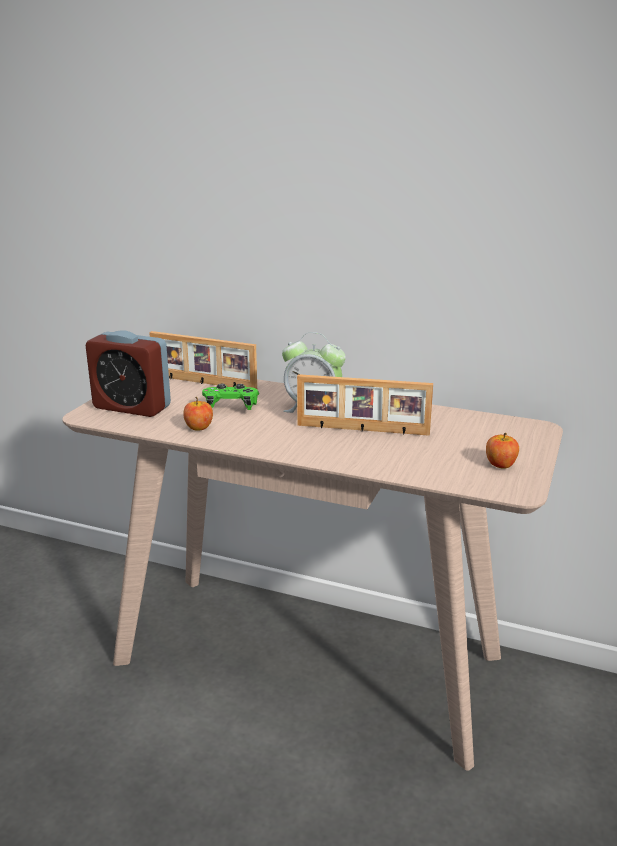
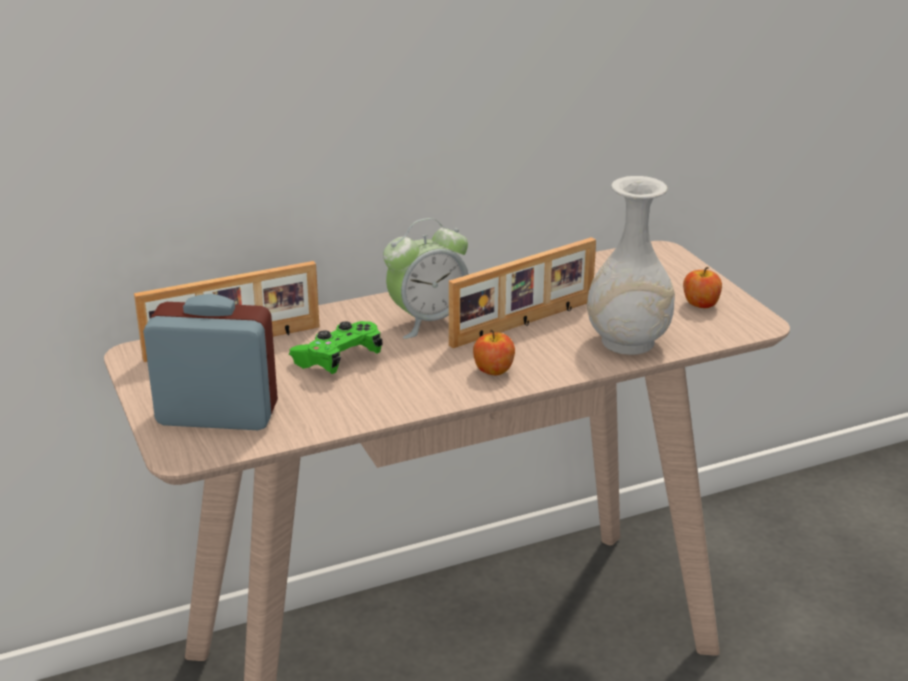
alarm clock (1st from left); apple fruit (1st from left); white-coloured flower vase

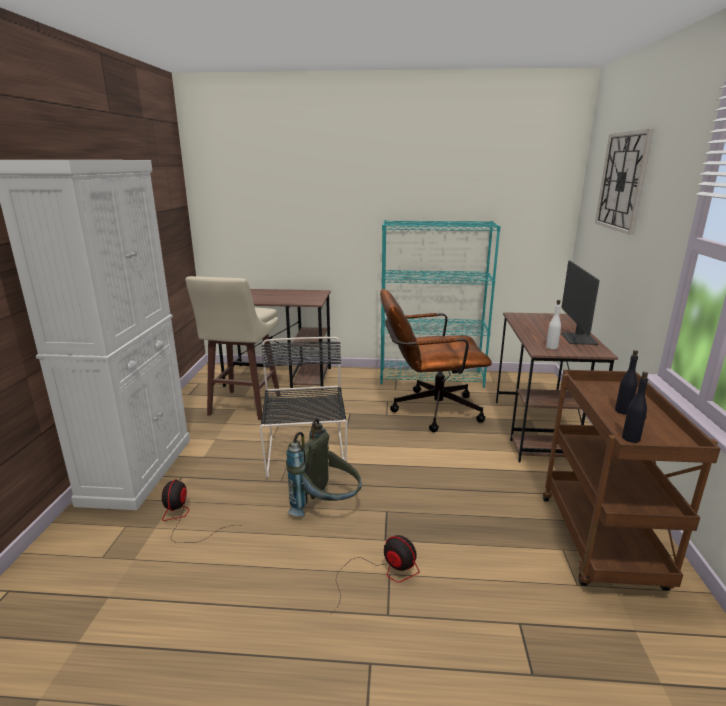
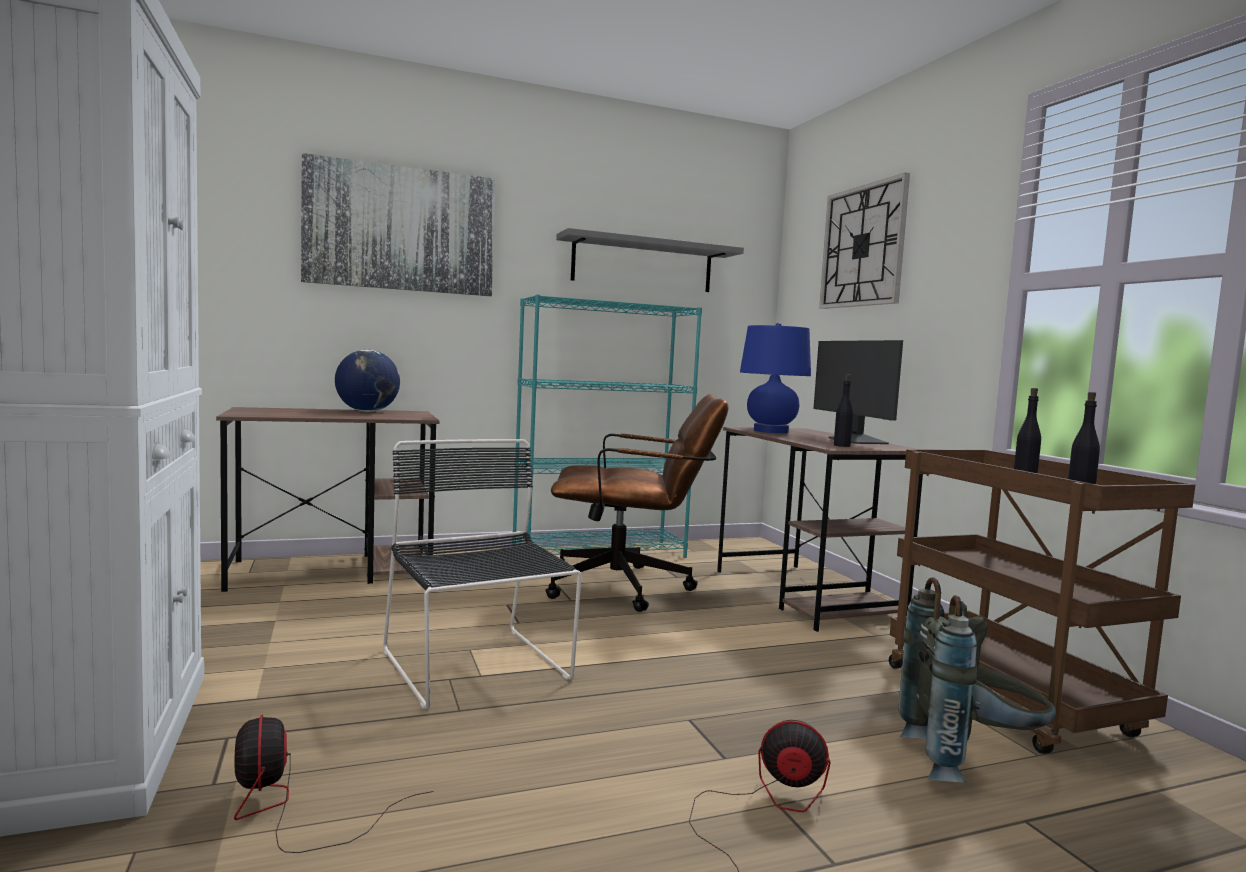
wall picture; globe; brown computer chair; gray wall shelf; blue table lamp; black beverage bottle (1st from left); gray knapsack; beige-coloured stool seat

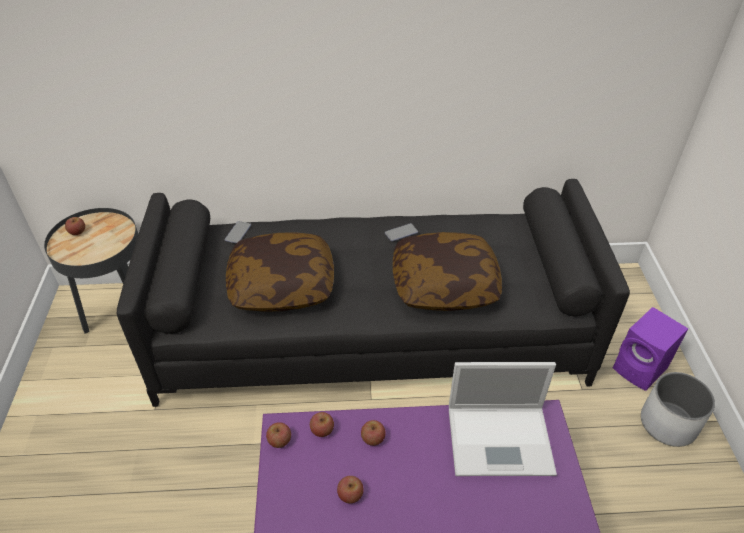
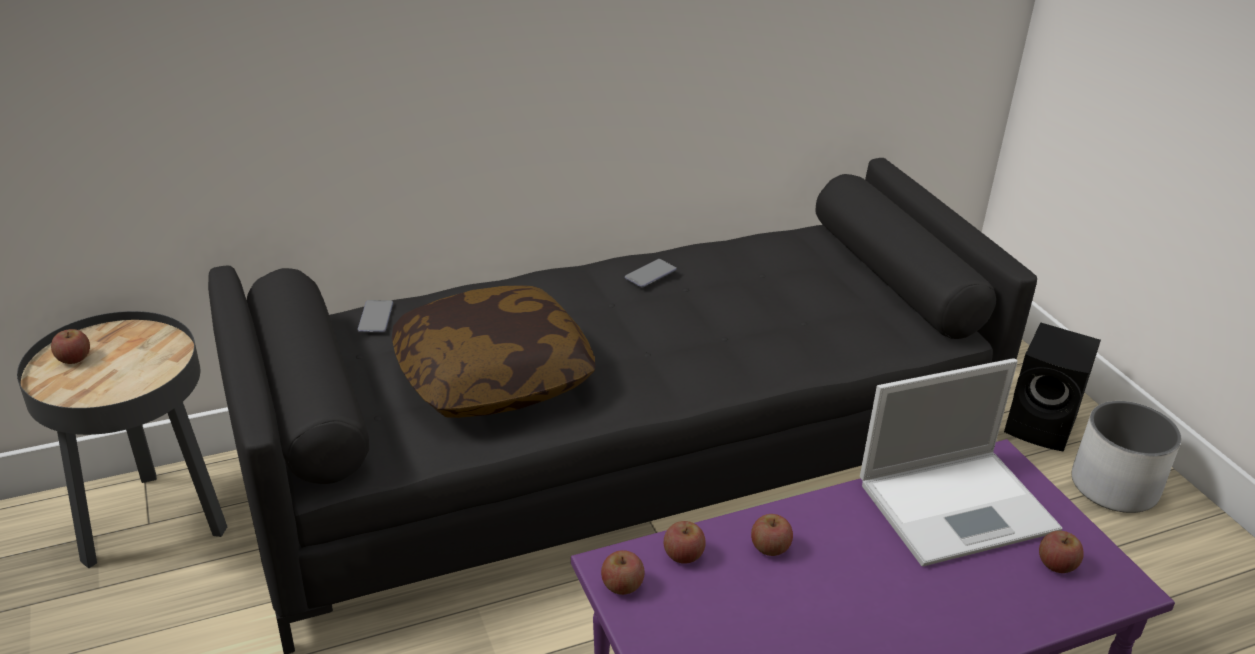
black loudspeaker; apple fruit (5th from left); pillow (2nd from left in the first image)

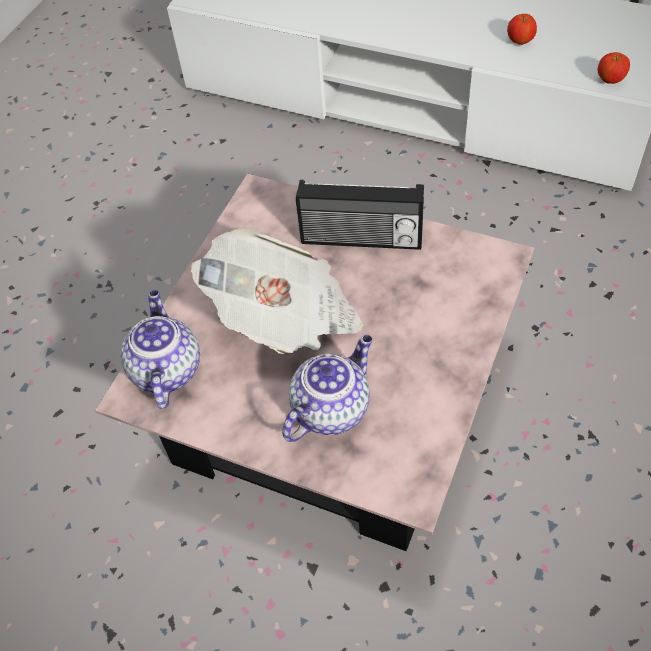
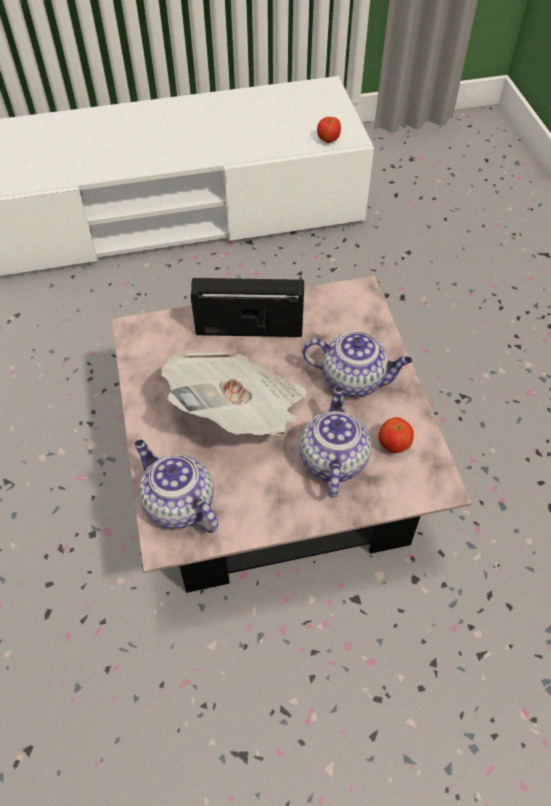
radio receiver; teapot (3rd from left); apple fruit (2nd from left)

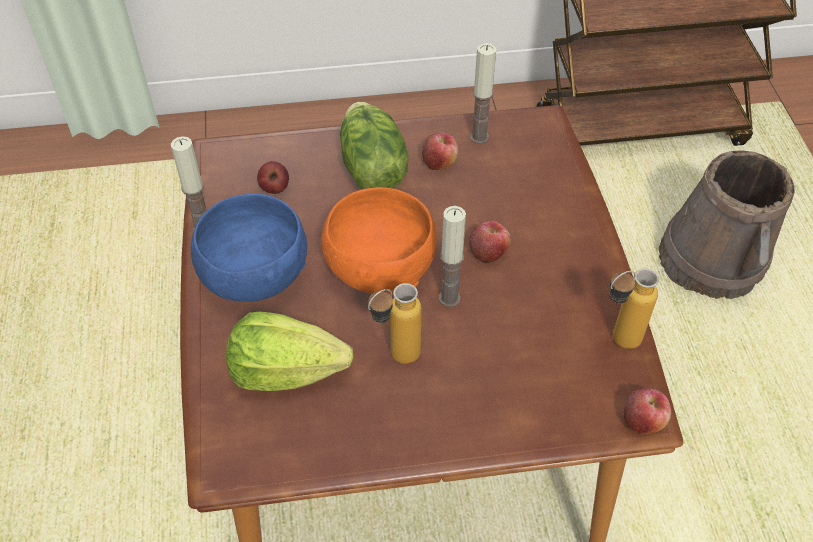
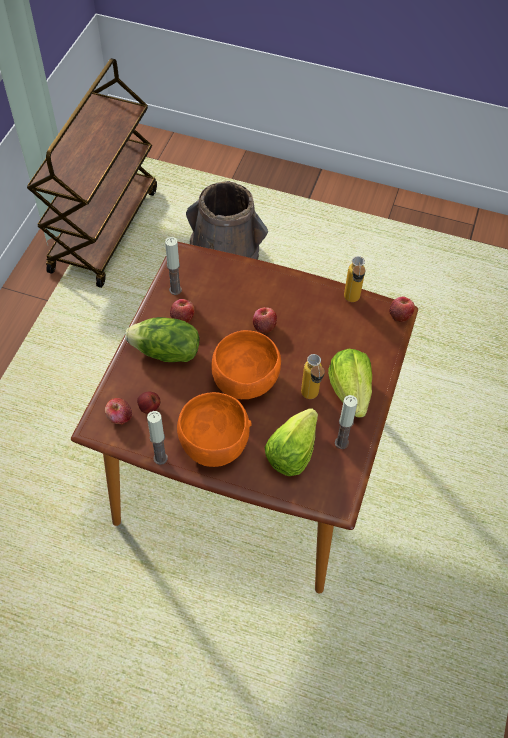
apple fruit (1st from left); orange bowl (1st from left); lettuce (3rd from left); candle (3rd from left)

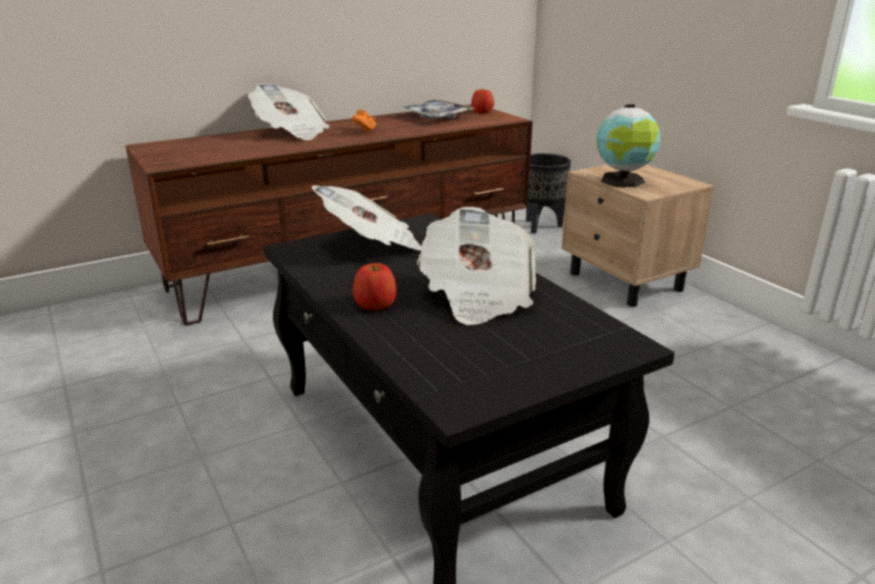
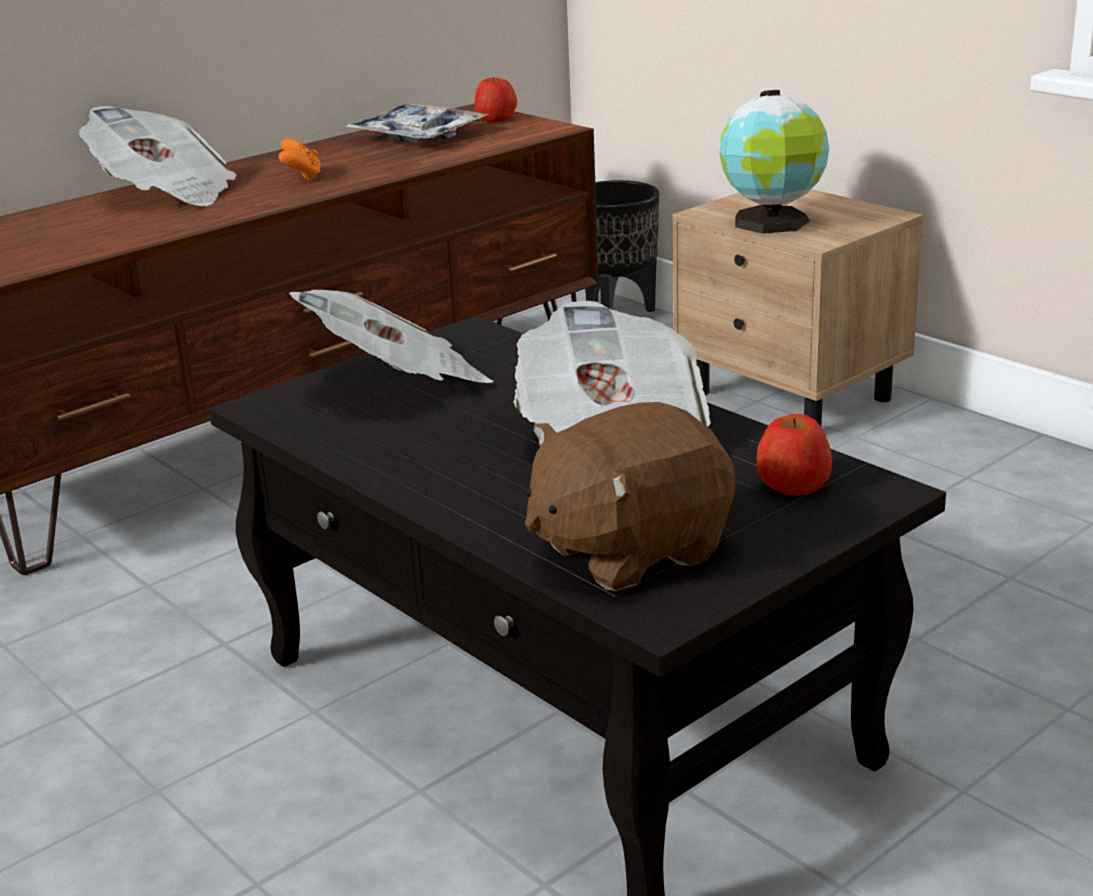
brown plush toy; apple fruit (2nd from left)

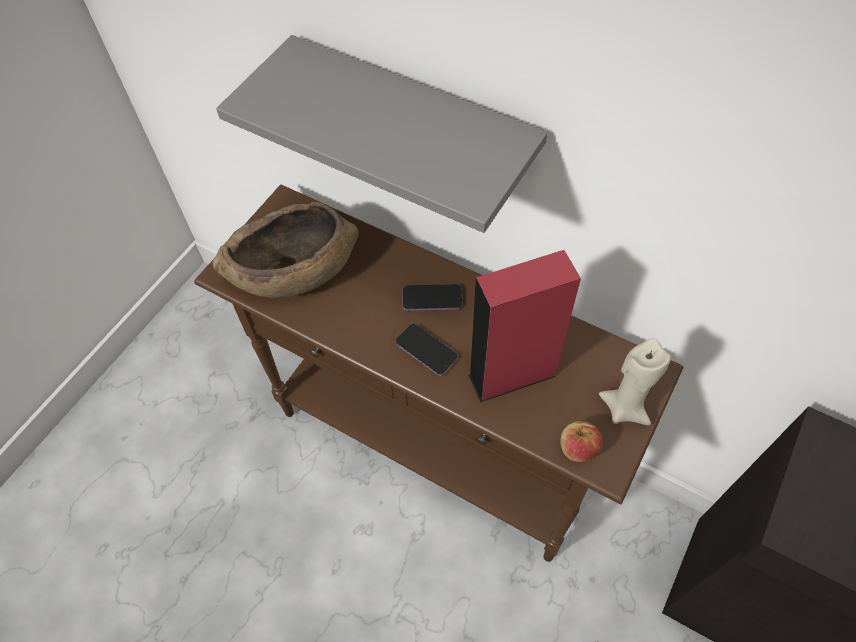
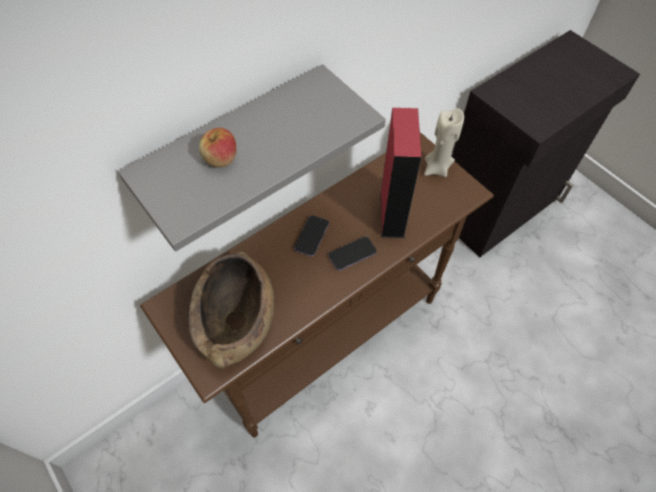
apple fruit

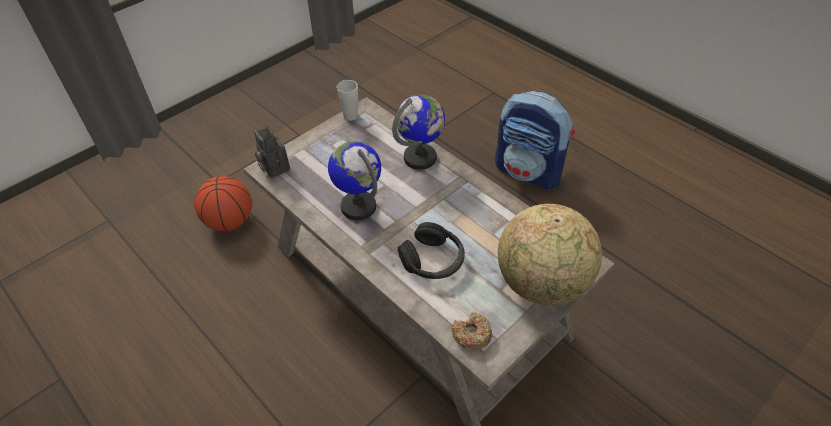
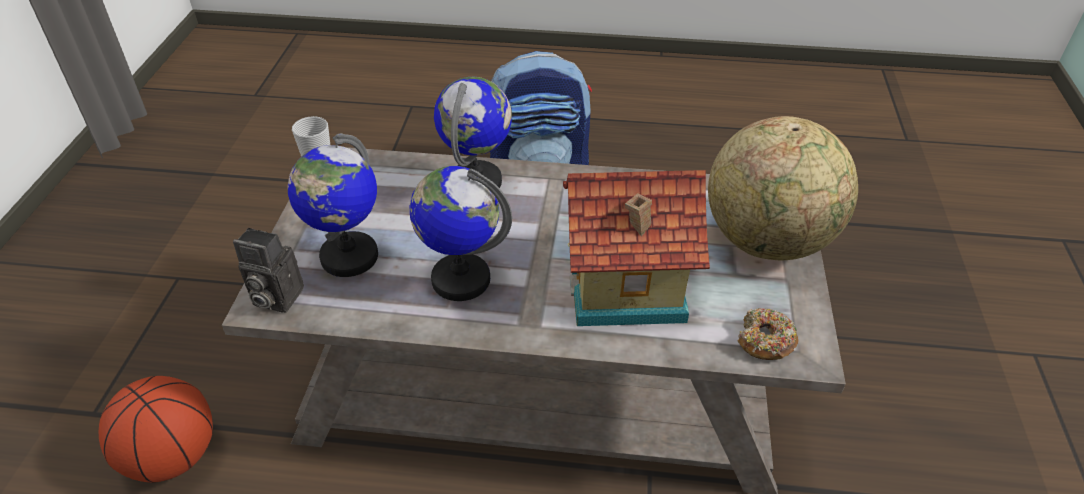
globe (1st from left); miniature house

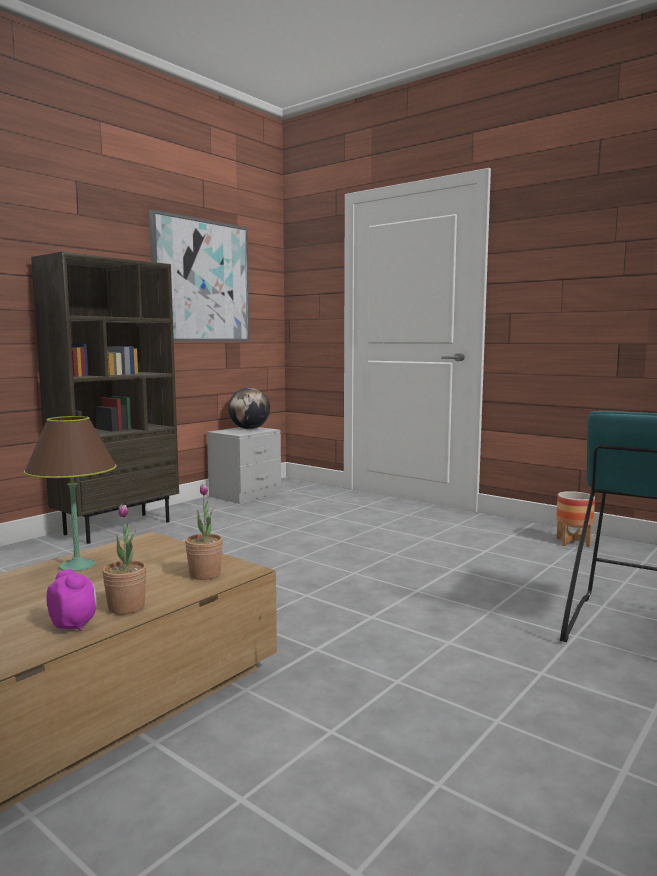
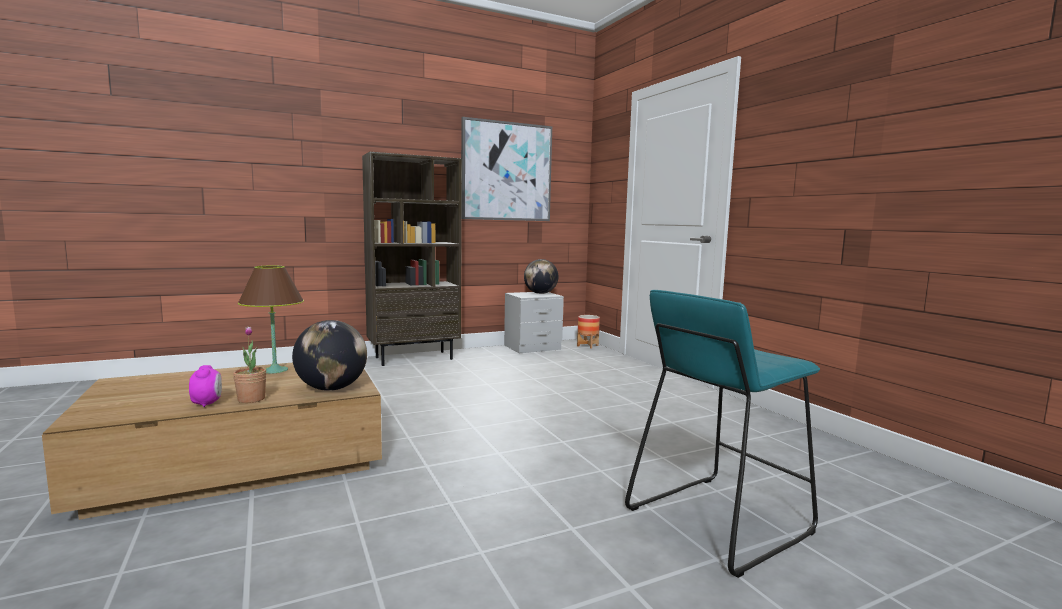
globe (1st from left); plant pot

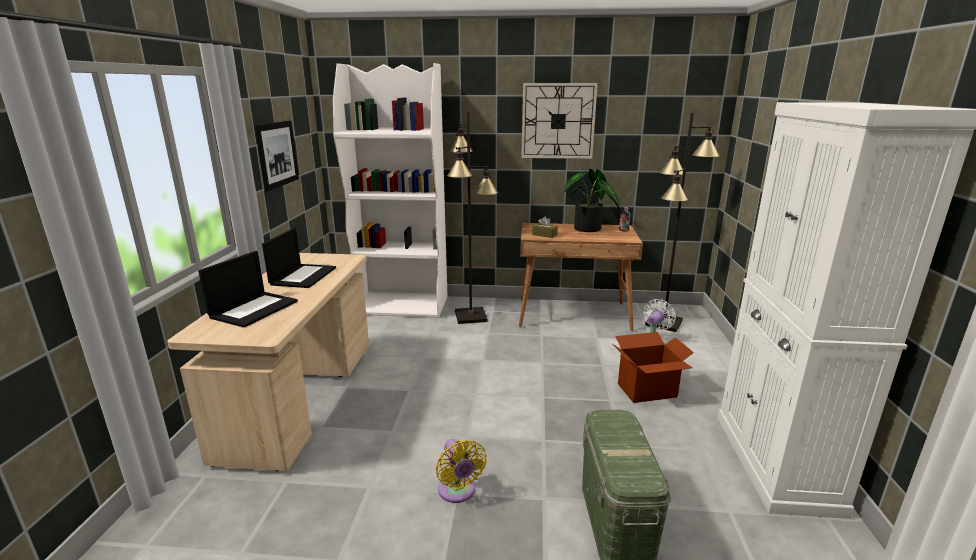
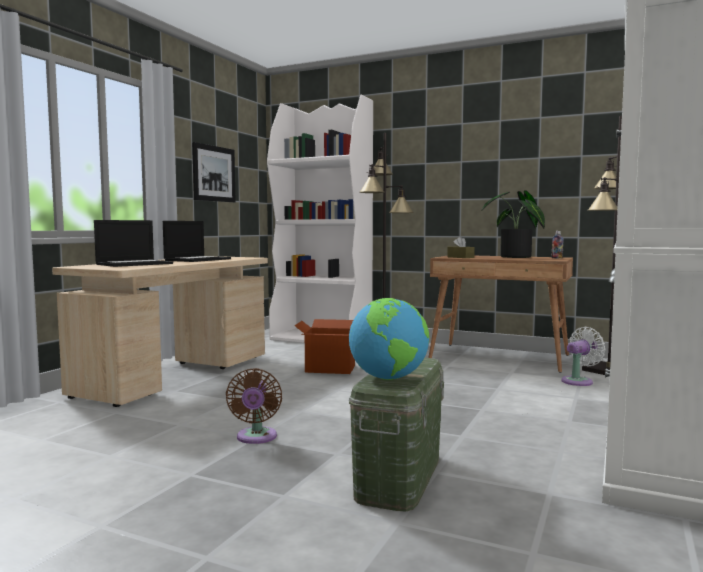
brown electric fan; cardboard box; globe; hanging clock

